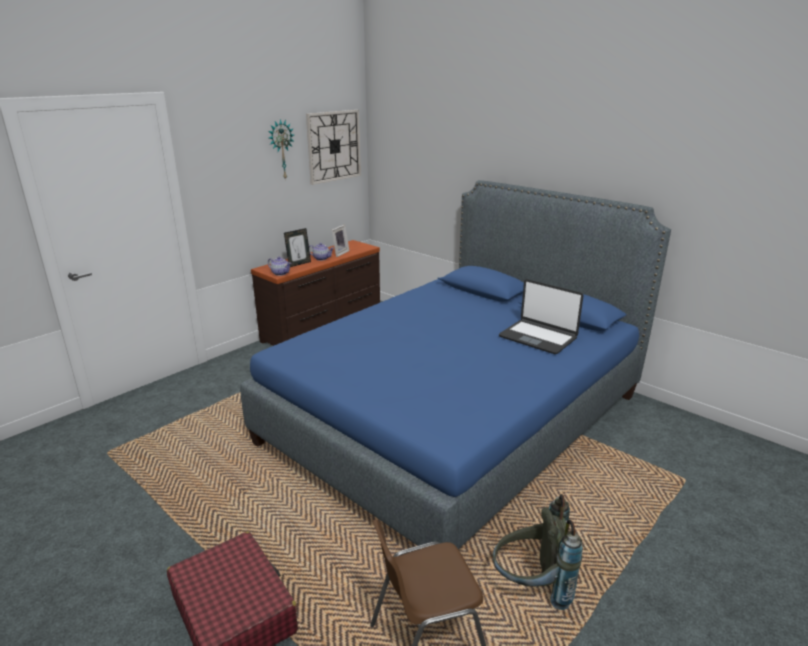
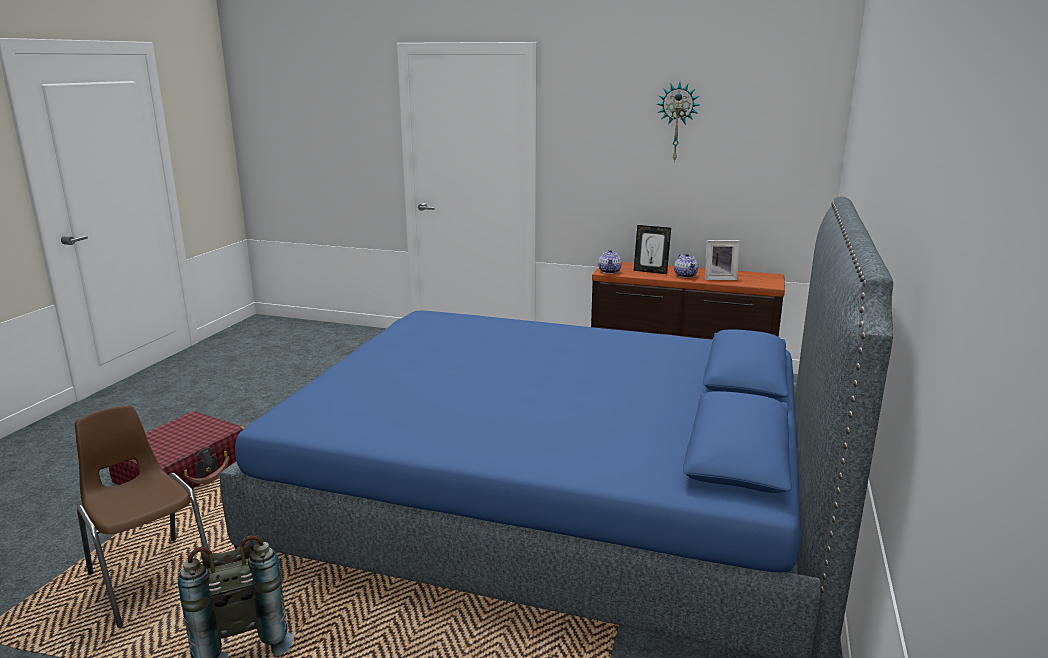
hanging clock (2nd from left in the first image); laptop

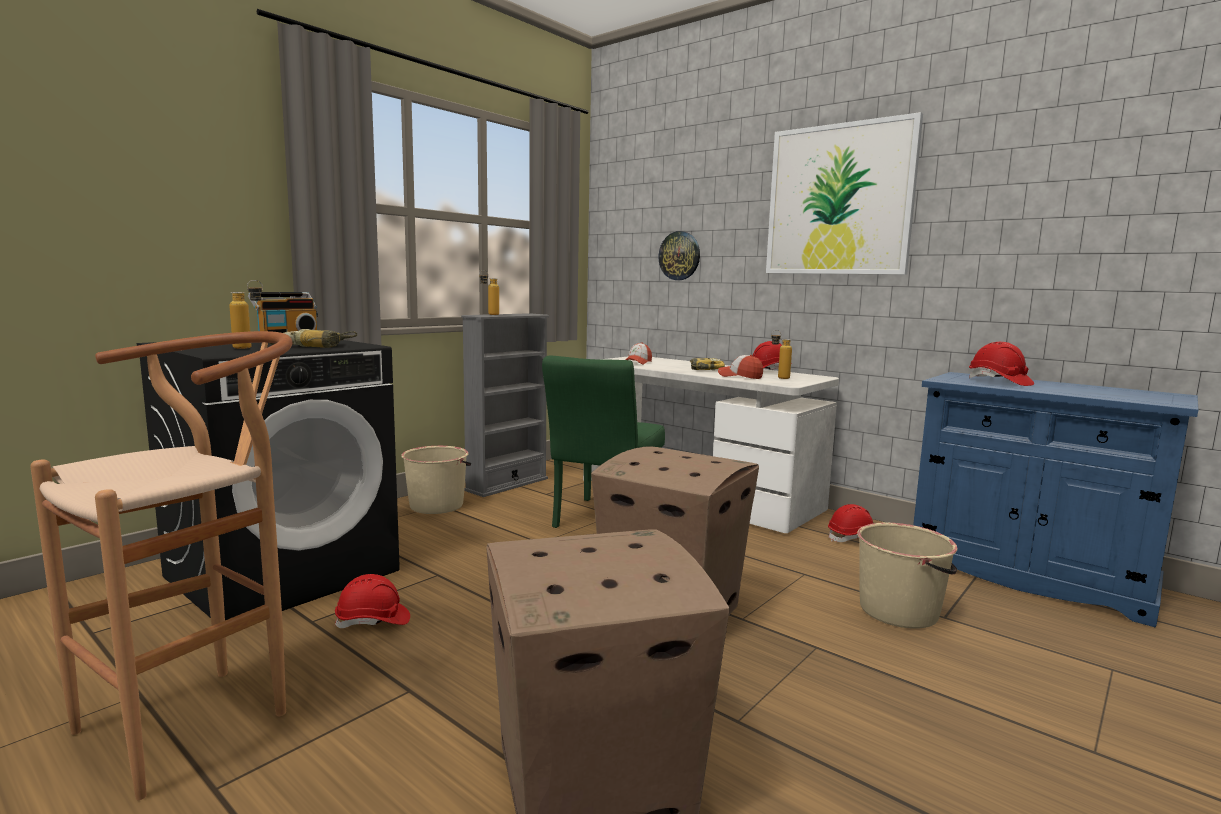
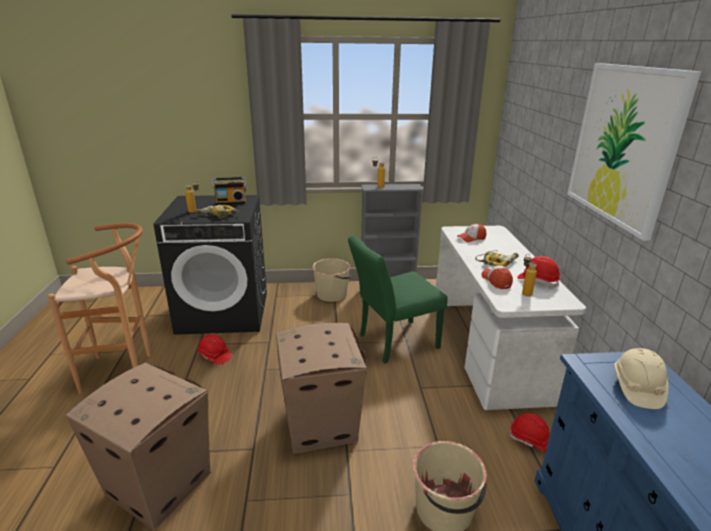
beige-coloured hard hat; hanging clock

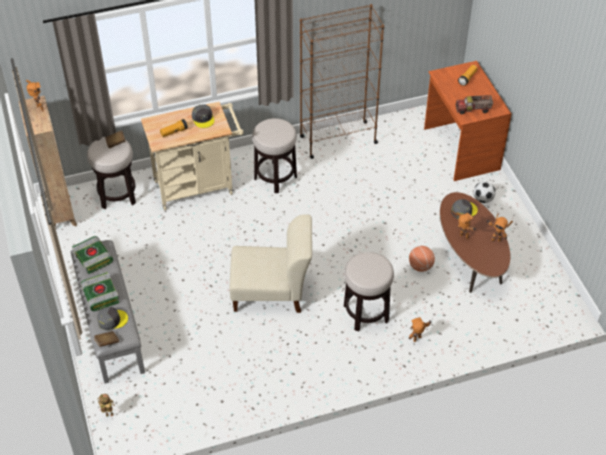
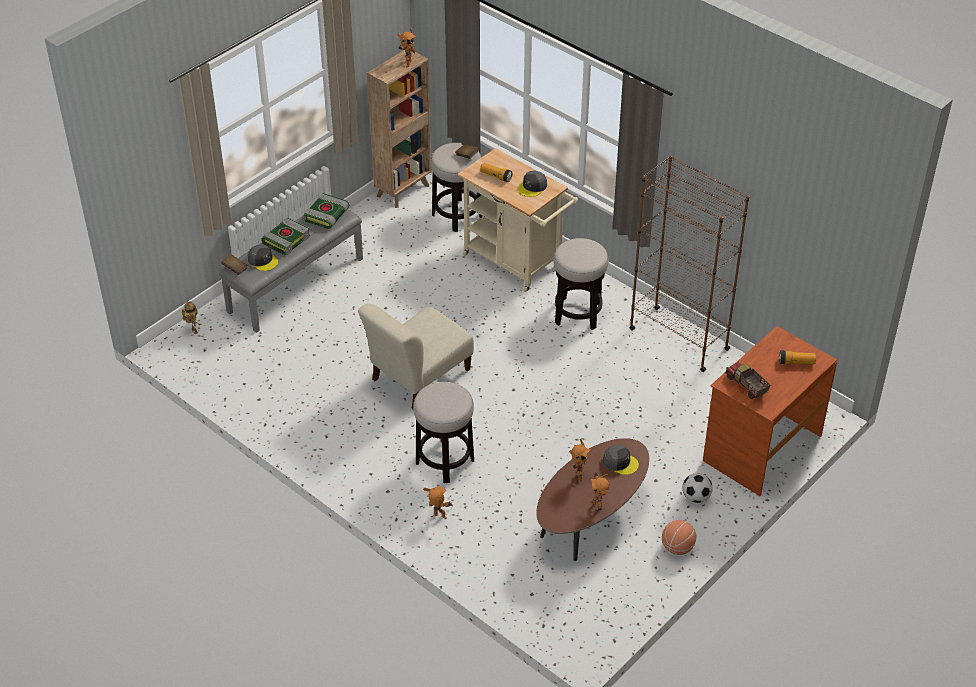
beige-coloured plain chair; basketball ball

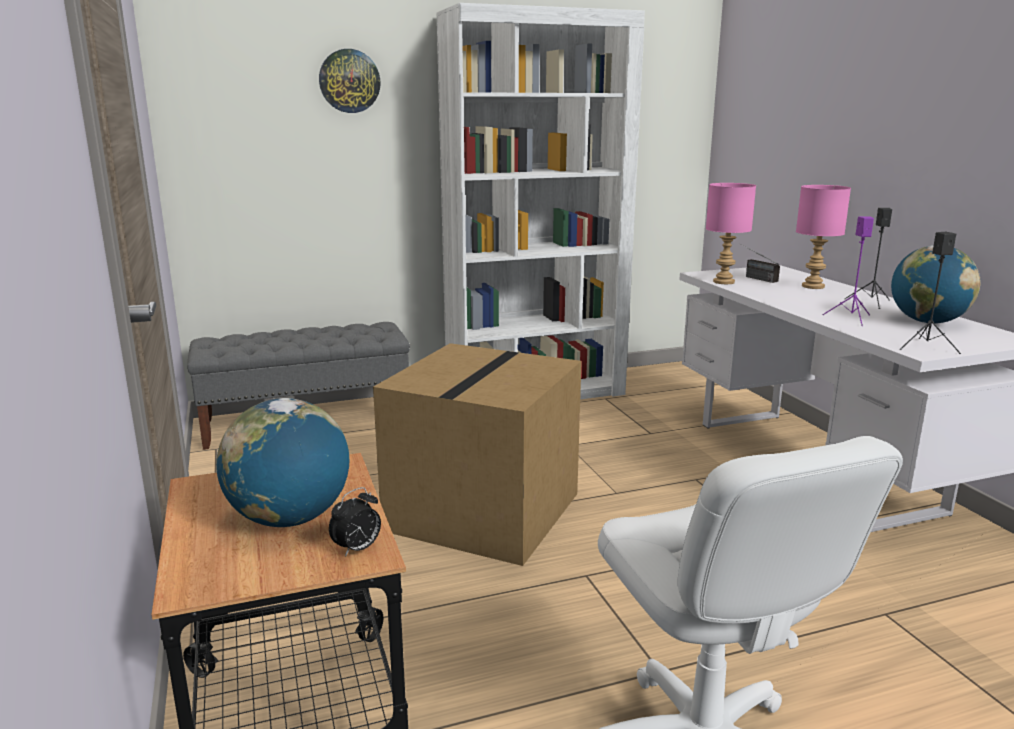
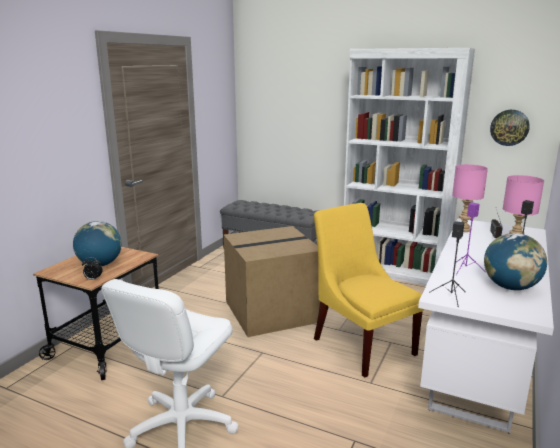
yellowish plain chair; hanging clock

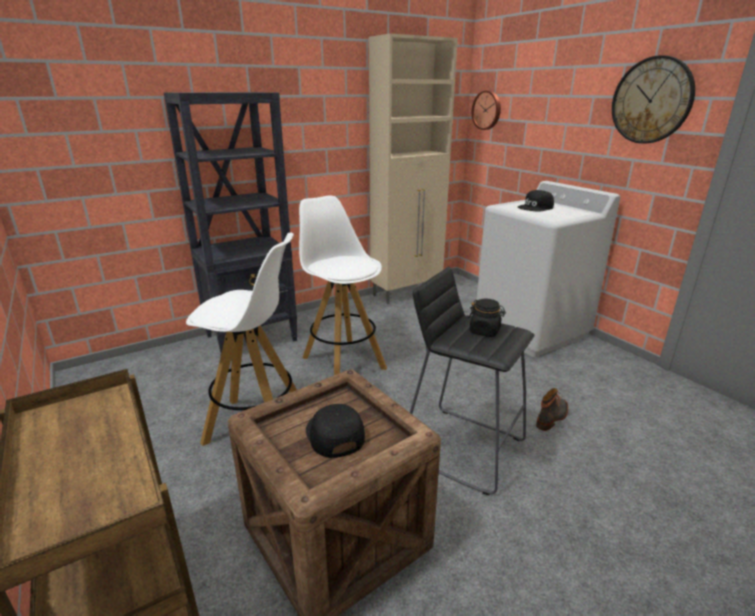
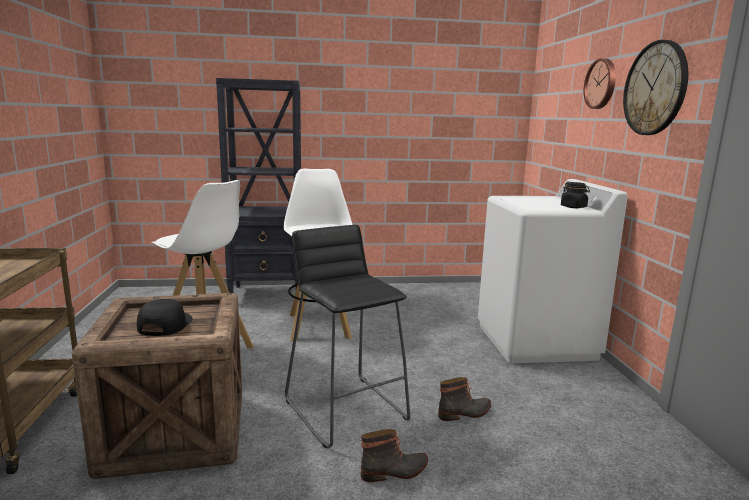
boot (1st from left); black jar; hanging clock (1st from left); beige-coloured storage cabinet; black cap (2nd from left in the first image)

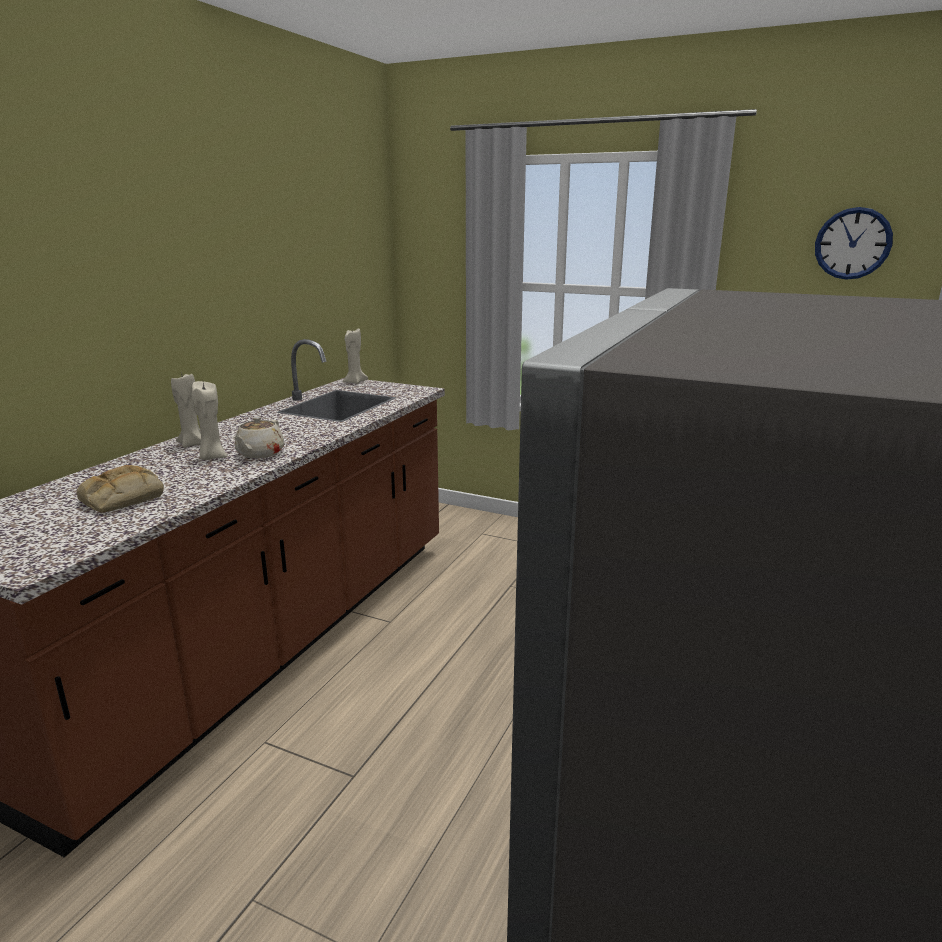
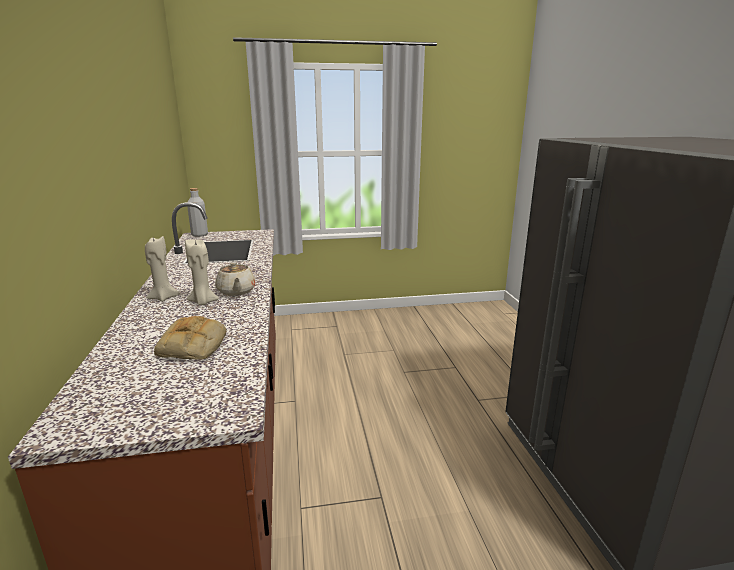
gray beverage bottle; hanging clock

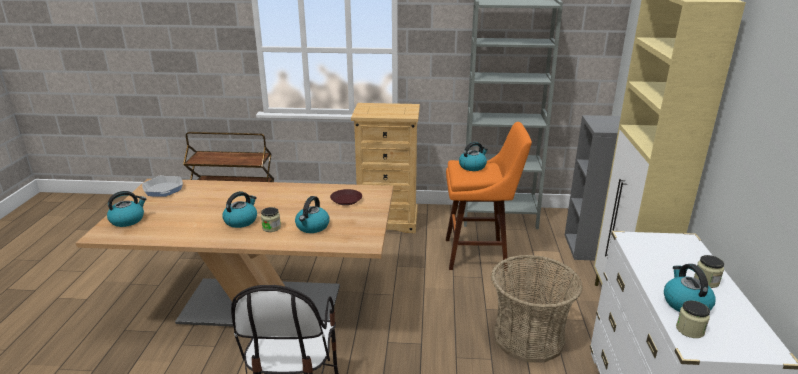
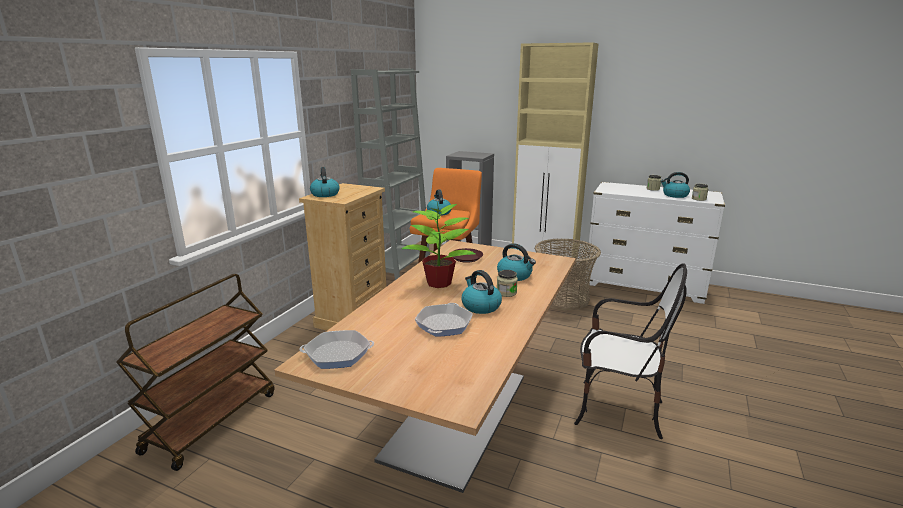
water kettle (1st from left); potted plant; skillet (2nd from left)

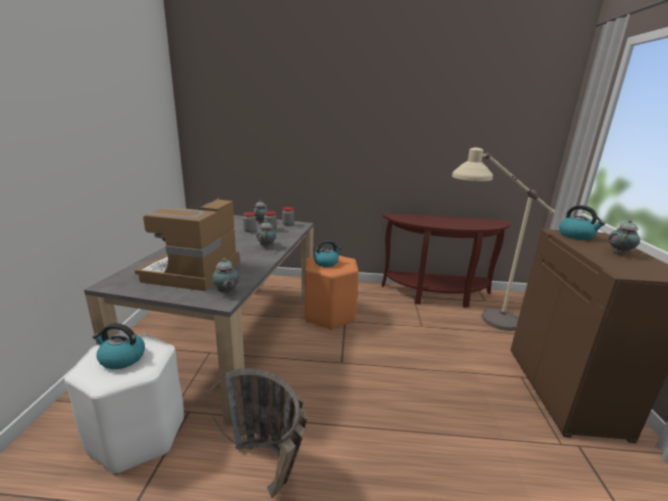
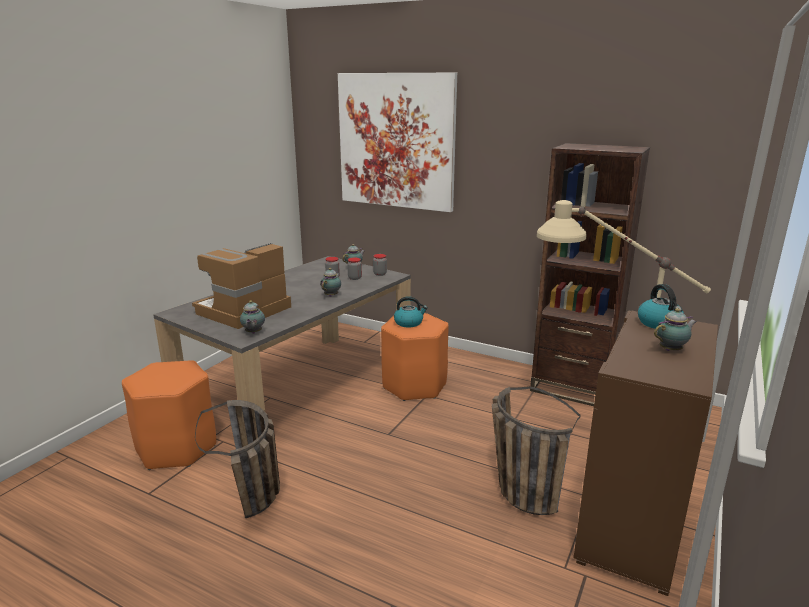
orange stool seat (1st from left); wall picture; household basket (2nd from left); brown shelving unit; water kettle (1st from left in the first image)

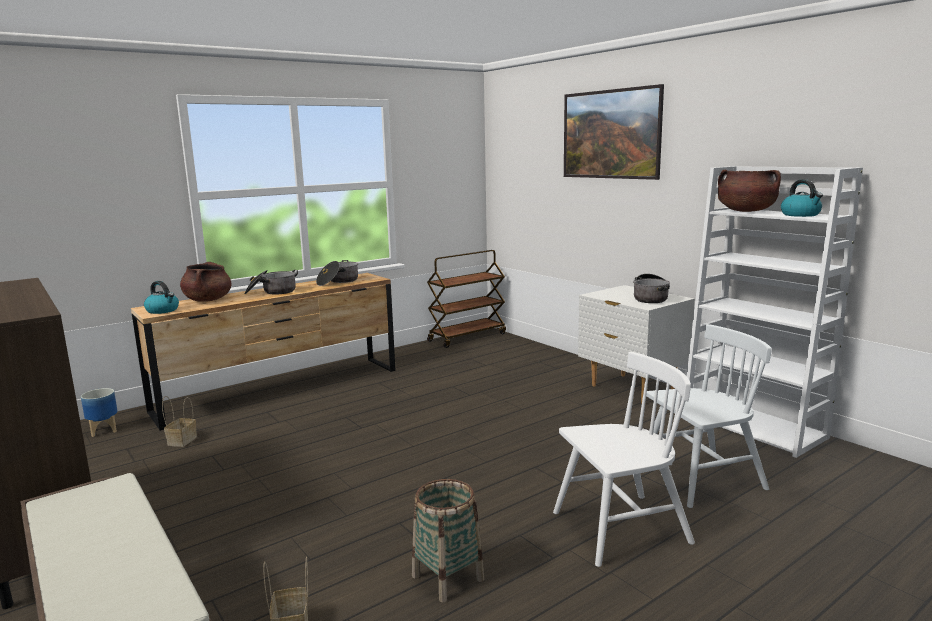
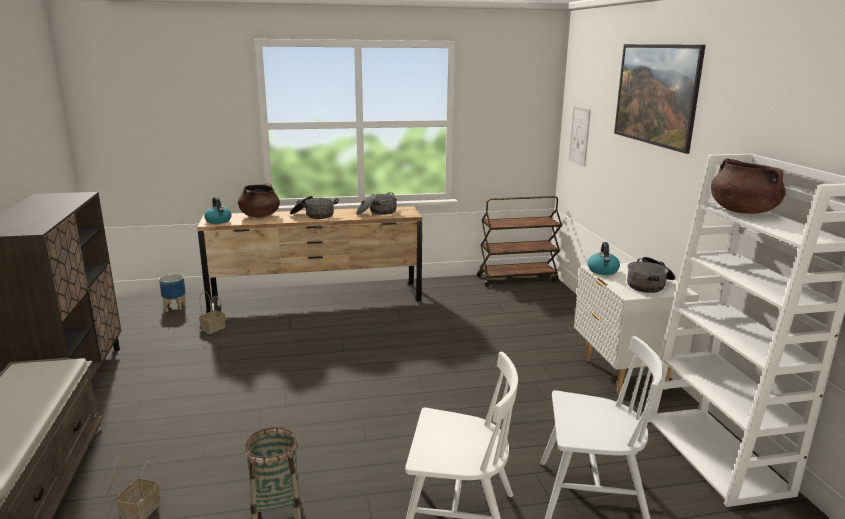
wall picture (1st from left); water kettle (2nd from left)

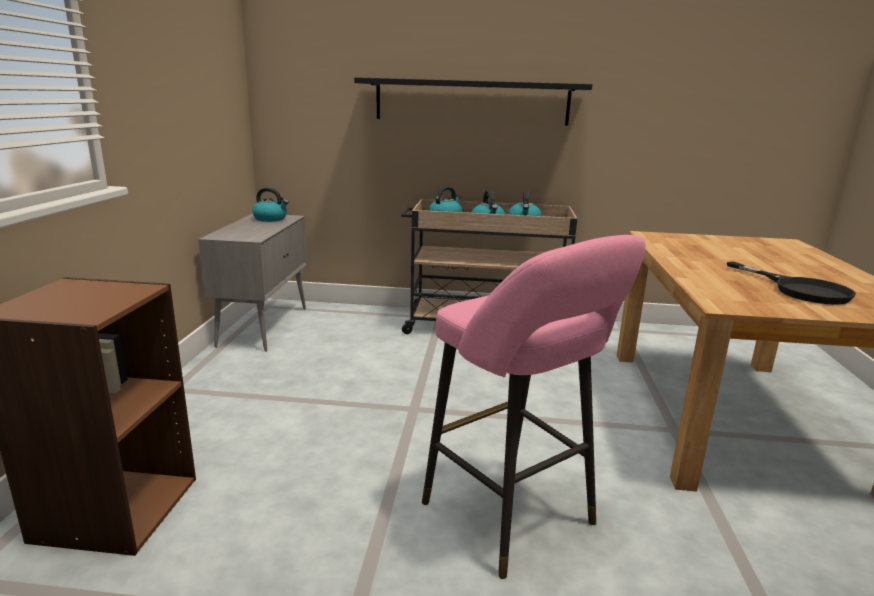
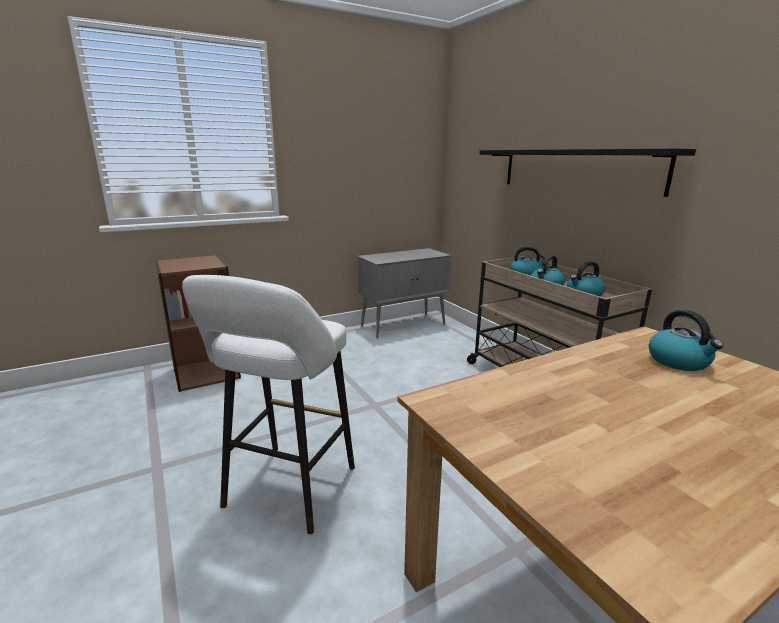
white-coloured stool seat; water kettle (4th from left); black skillet

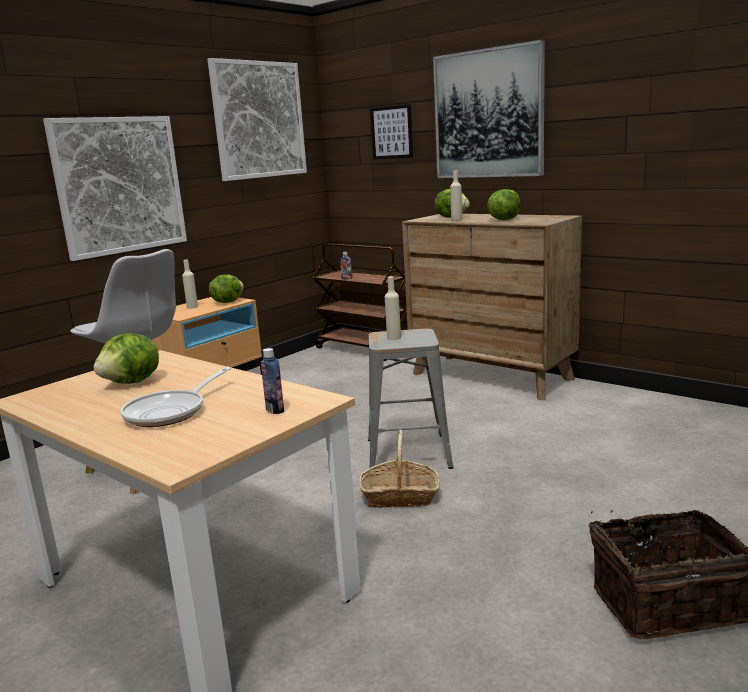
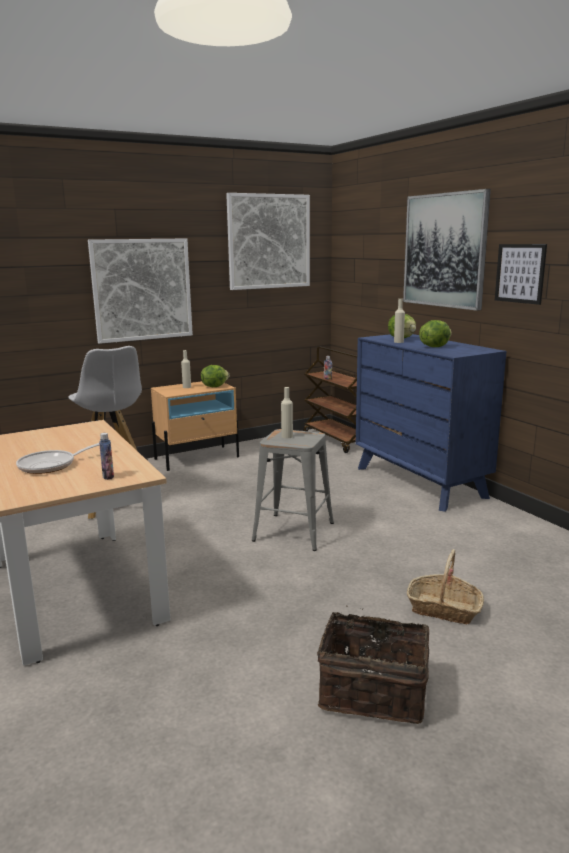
blue dresser; household basket (2nd from left); wall picture (4th from left); lettuce (1st from left in the first image)

